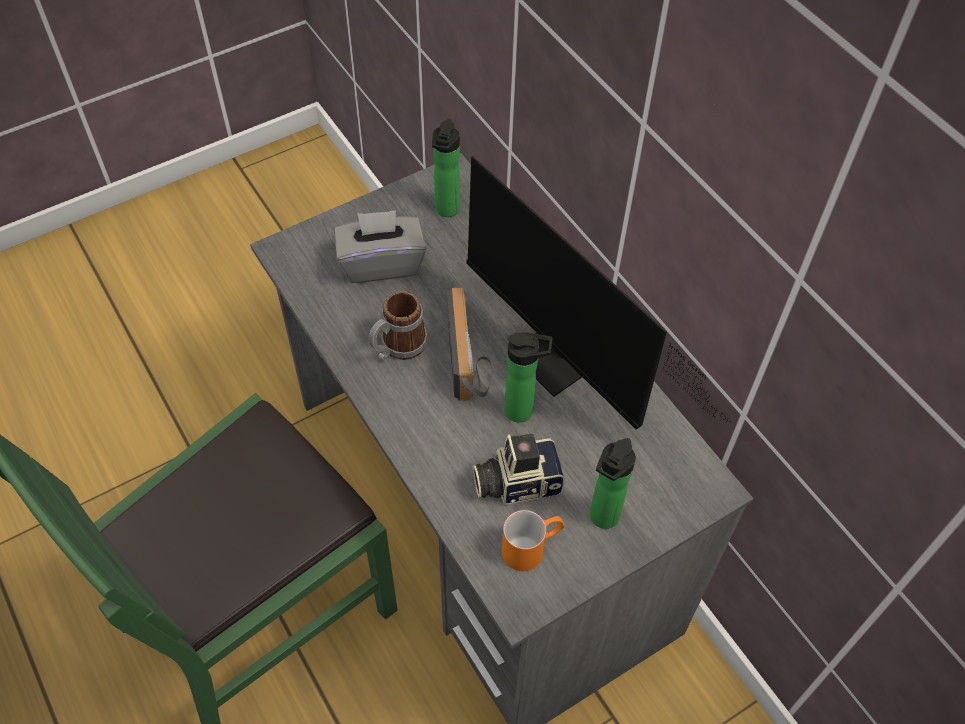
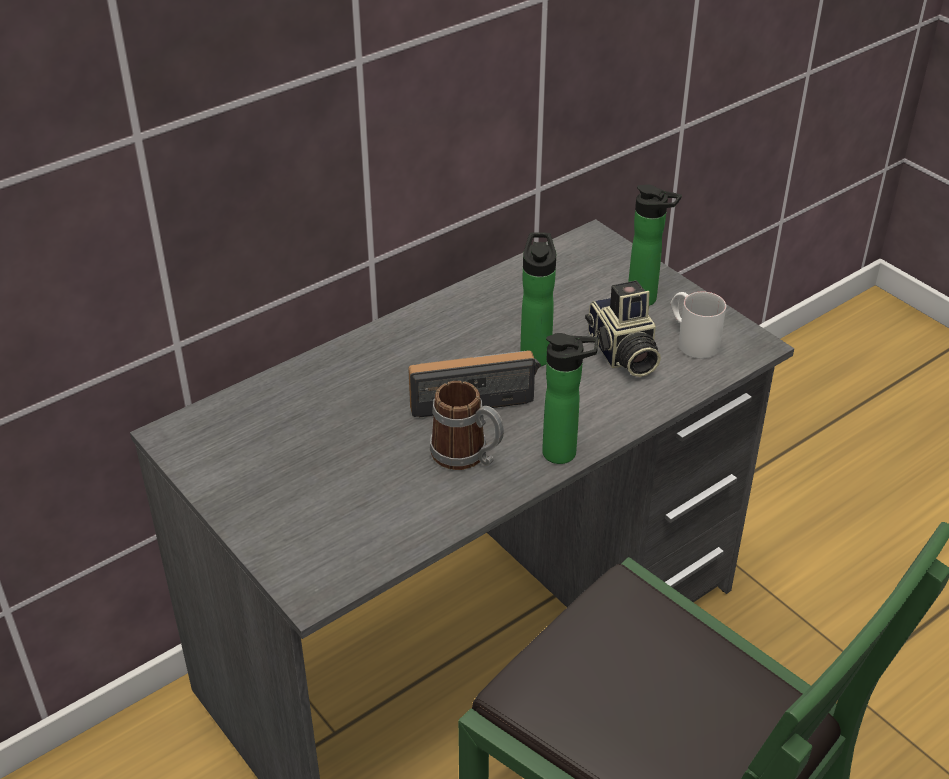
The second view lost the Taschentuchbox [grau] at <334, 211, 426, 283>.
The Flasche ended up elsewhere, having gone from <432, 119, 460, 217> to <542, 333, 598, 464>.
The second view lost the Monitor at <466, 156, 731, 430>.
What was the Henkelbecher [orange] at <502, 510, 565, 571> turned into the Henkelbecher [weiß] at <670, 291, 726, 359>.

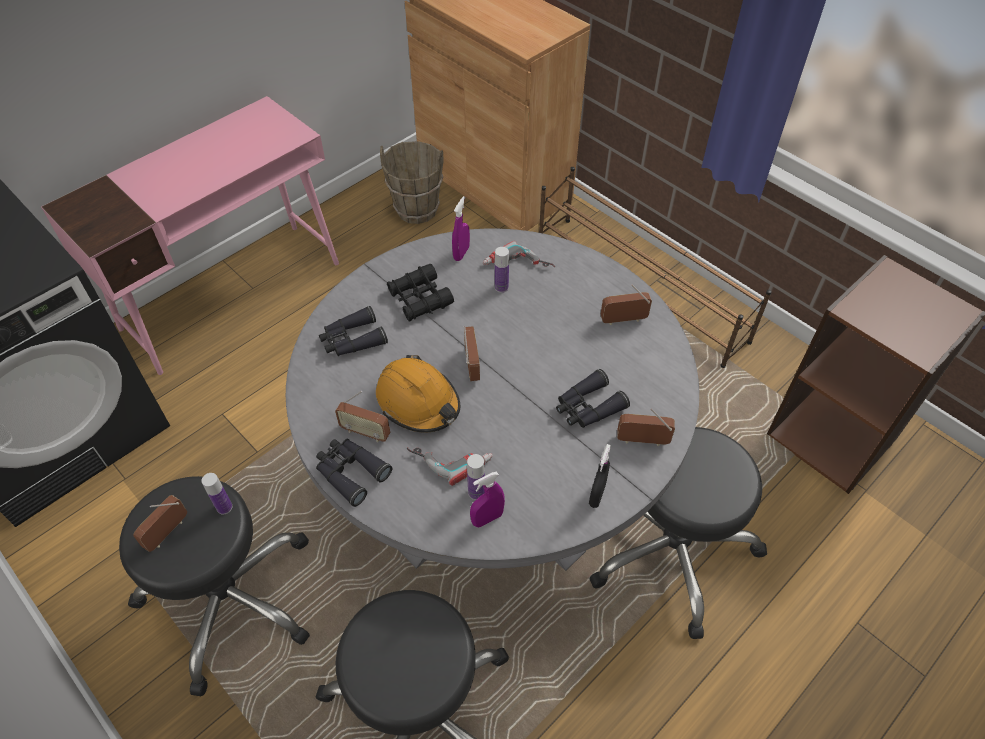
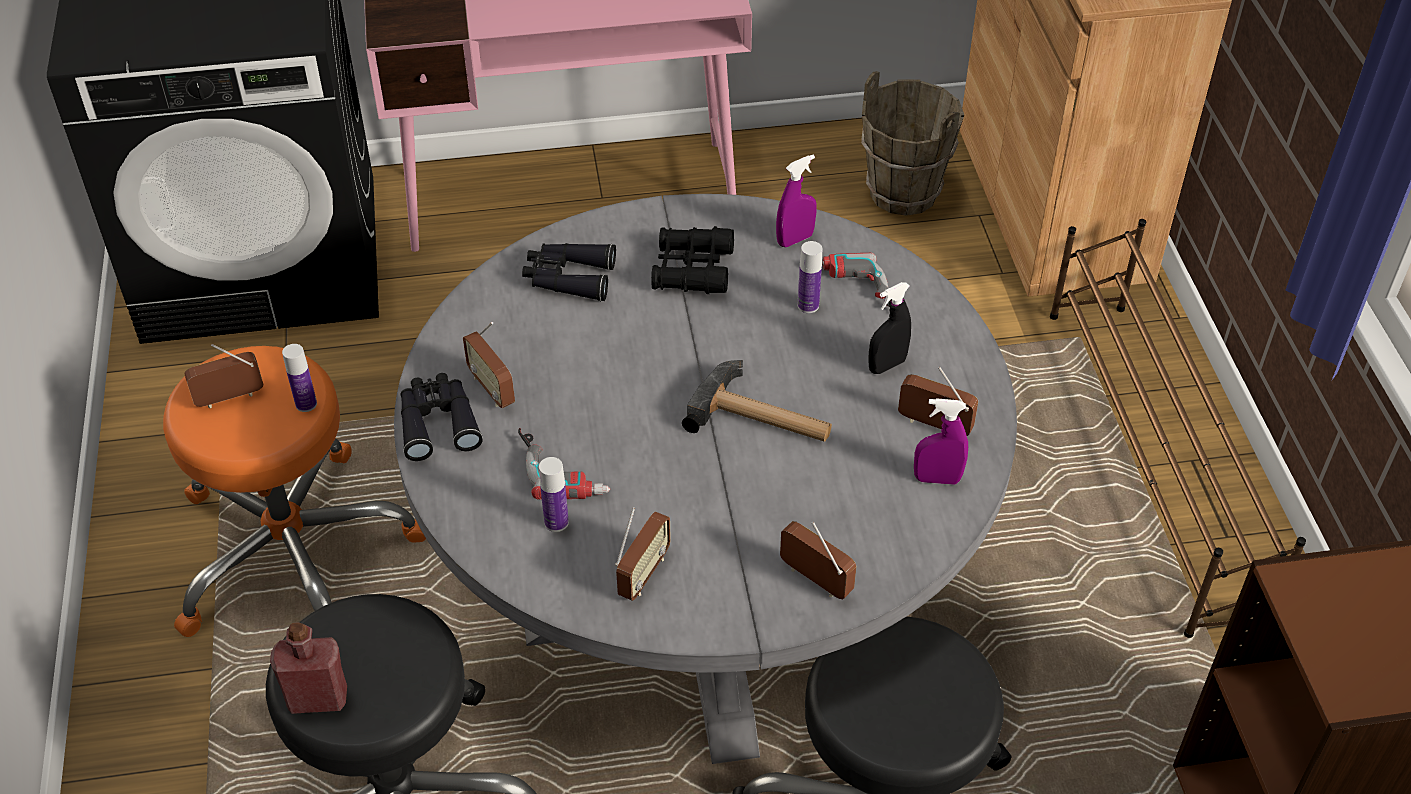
What was the Hocker [schwarz] at <119, 476, 310, 696> turned into the Hocker [orange] at <163, 346, 426, 637>.
The second view lost the Schutzhelm [orange] at <376, 355, 460, 433>.
The Radio ended up elsewhere, having gone from <464, 326, 480, 381> to <615, 507, 671, 601>.
The Sprühflasche [lila] ended up elsewhere, having gone from <470, 471, 505, 528> to <914, 398, 968, 485>.
The second view lost the Fernglas [schwarz] at <556, 369, 630, 428>.
The Sprühflasche [schwarz] ended up elsewhere, having gone from <589, 444, 611, 508> to <869, 282, 911, 374>.
The second view gained the Flasche [rot] at <270, 622, 347, 714>.
The second view gained the Hammer at <682, 360, 832, 442>.

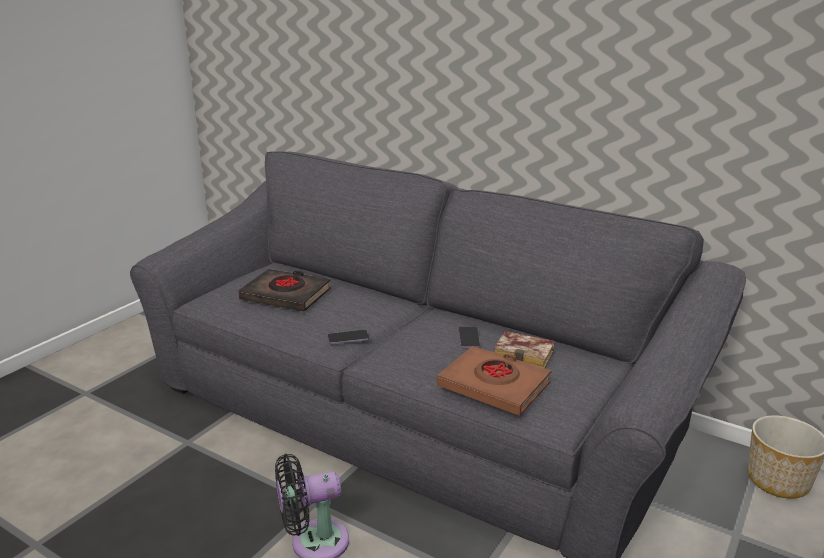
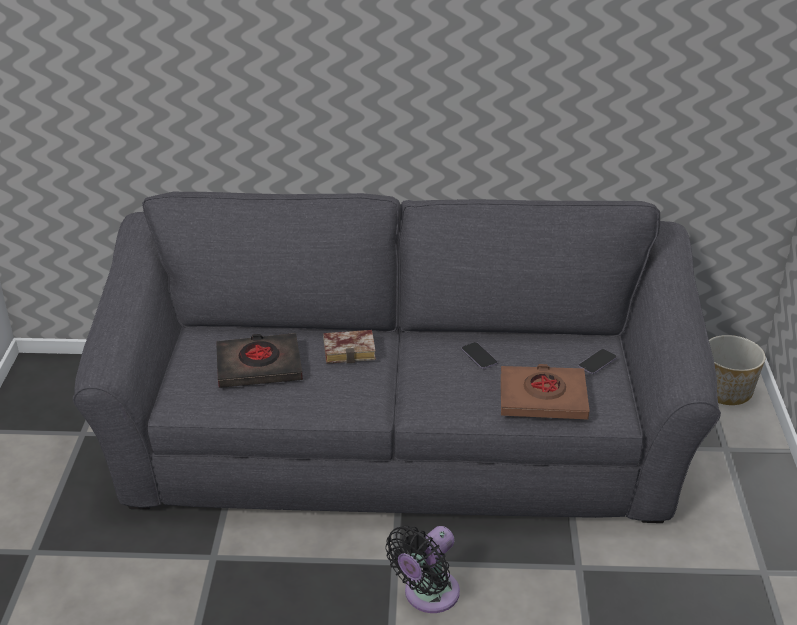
The Handy ended up elsewhere, having gone from <327, 330, 369, 344> to <578, 349, 617, 374>.
The Buch ended up elsewhere, having gone from <494, 331, 555, 368> to <323, 330, 376, 364>.

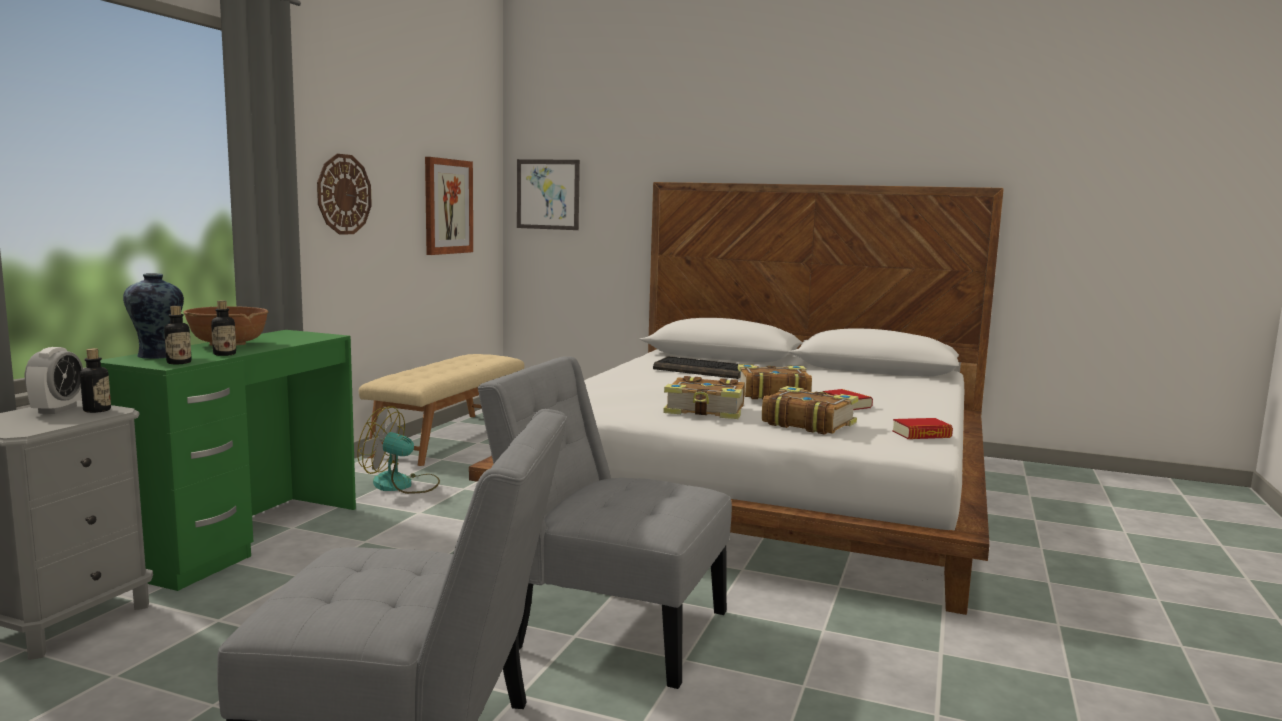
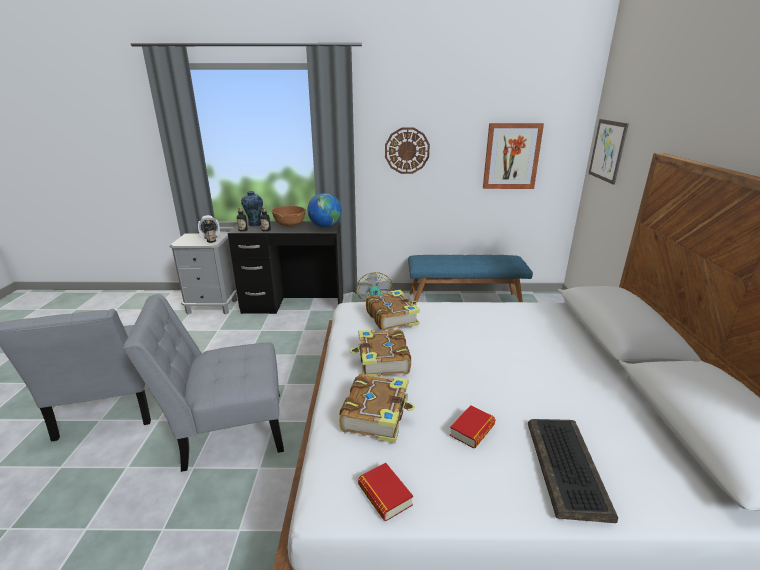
What was the Schreibtisch [grün] at <100, 330, 356, 591> turned into the Schreibtisch [schwarz] at <228, 221, 343, 314>.
What was the Bank [beige] at <359, 354, 524, 466> turned into the Bank [blau] at <408, 255, 533, 302>.
The Stuhl [grau] at <477, 356, 732, 689> ended up facing another way, 105 degrees counterclockwise from before.
The Tastatur ended up elsewhere, having gone from <653, 356, 741, 379> to <528, 419, 618, 523>.
The Buch ended up elsewhere, having gone from <738, 364, 812, 399> to <366, 290, 420, 331>.
The second view gained the Globus at <307, 193, 342, 228>.

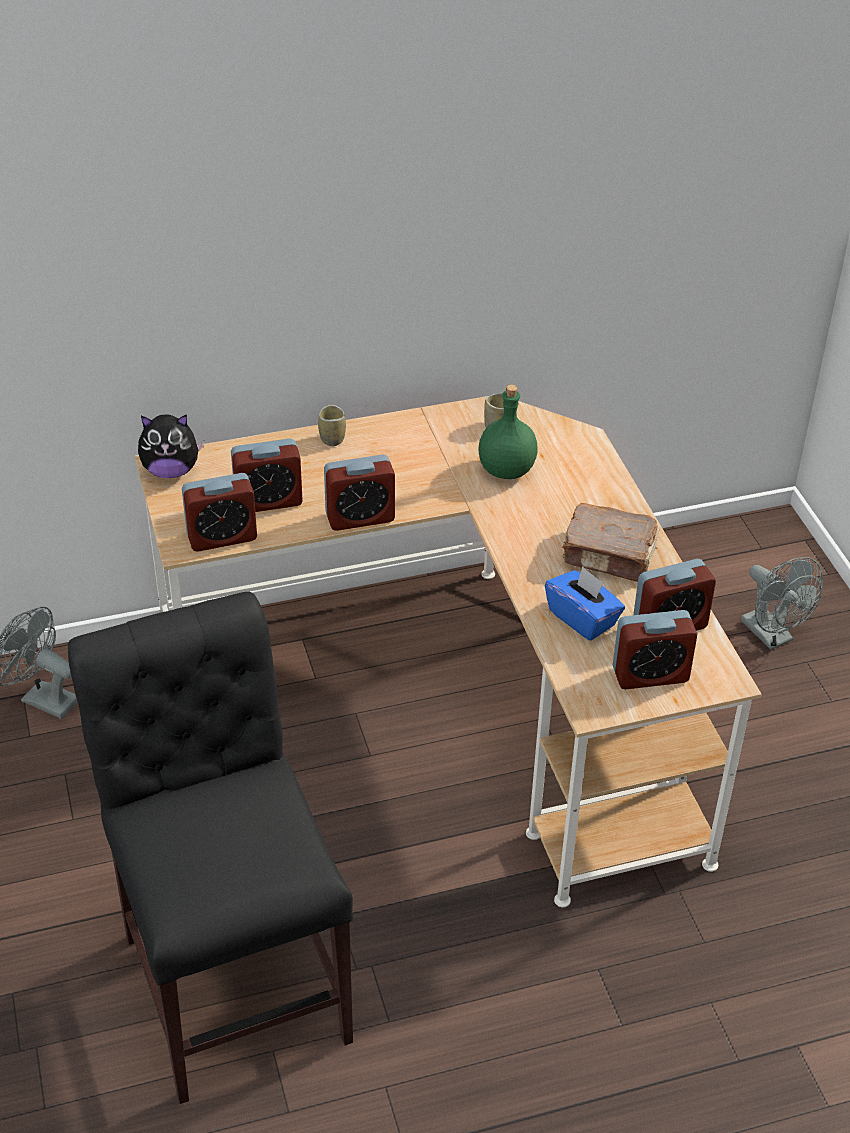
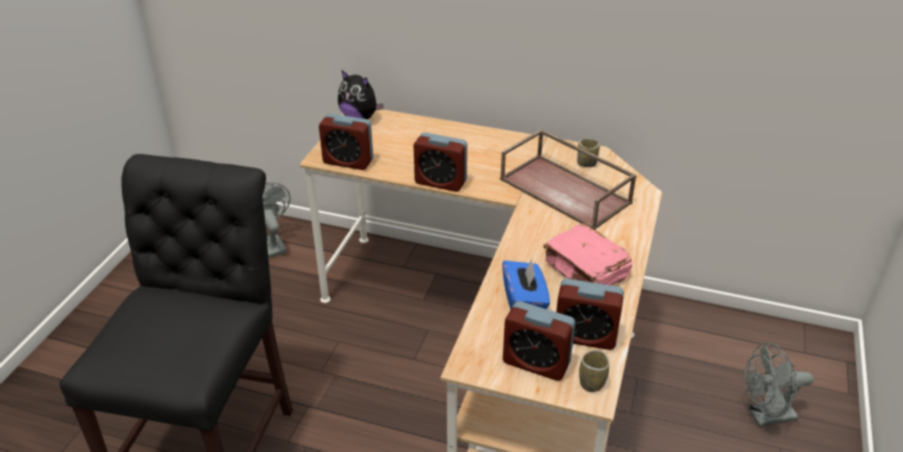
The second view lost the Wecker at <231, 439, 303, 512>.
The Tasse ended up elsewhere, having gone from <318, 405, 346, 446> to <579, 350, 609, 392>.
Where the Flasche [grün] stood at <478, 384, 538, 479>, the Tablett [braun] came to stand at <500, 129, 637, 230>.
What was the Buch [braun] at <562, 503, 660, 582> turned into the Buch [rosa] at <543, 223, 632, 286>.
The Ventilator [grau] at <741, 557, 823, 650> ended up facing another way, 75 degrees clockwise from before.

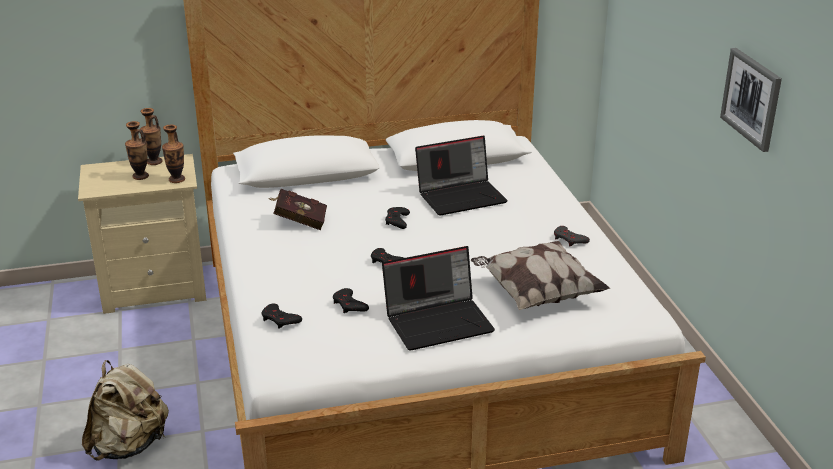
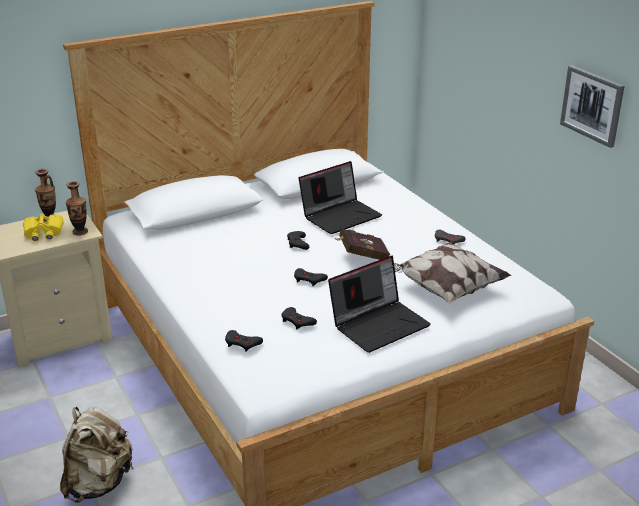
Where the Vase stood at <125, 121, 149, 180>, the Fernglas [gelb] came to stand at <23, 214, 64, 242>.
The Buch [rot] ended up elsewhere, having gone from <269, 189, 327, 230> to <336, 229, 390, 260>.

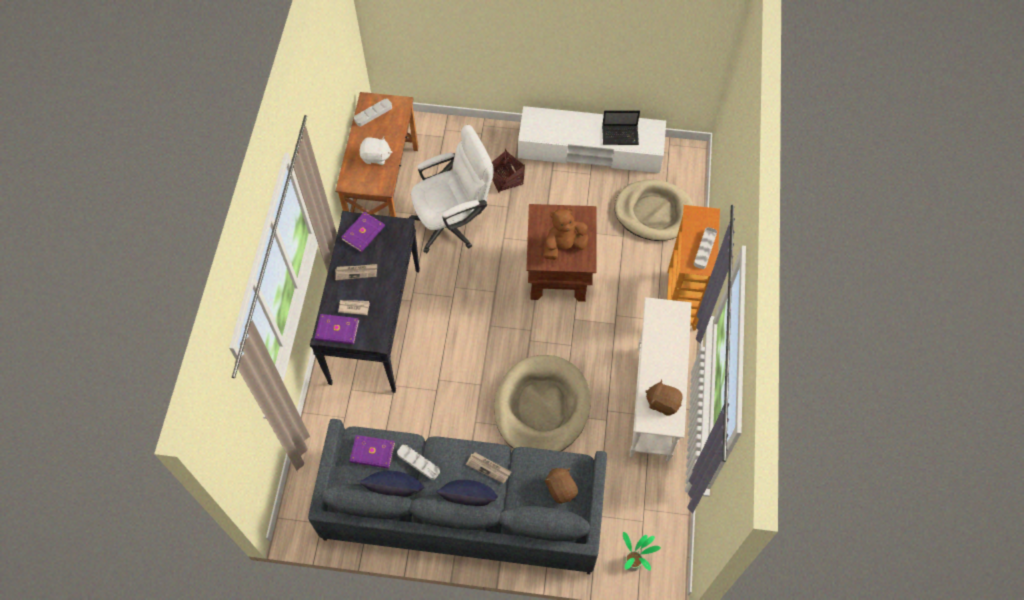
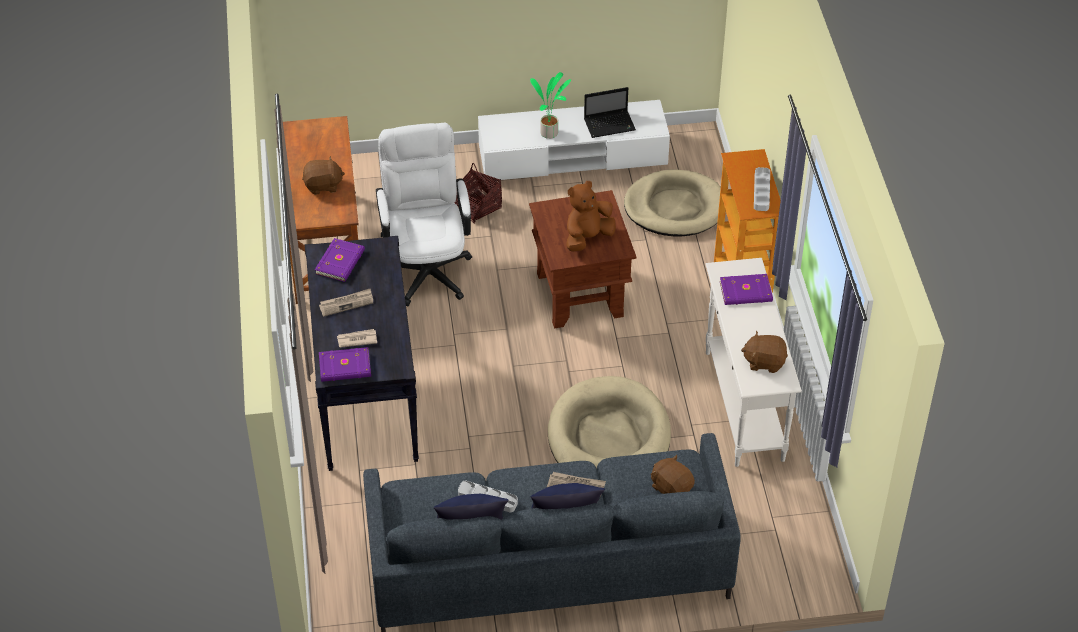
The Buch [lila] ended up elsewhere, having gone from <350, 435, 395, 469> to <720, 274, 773, 305>.
The second view lost the Tablett [grau] at <354, 99, 392, 126>.
What was the Plüschtier [weiß] at <360, 137, 392, 165> turned into the Plüschtier [braun] at <302, 156, 345, 195>.
The Bürostuhl [weiß] at <409, 125, 493, 253> ended up facing another way, 60 degrees counterclockwise from before.
The Topfpflanze ended up elsewhere, having gone from <623, 532, 661, 571> to <530, 72, 571, 139>.

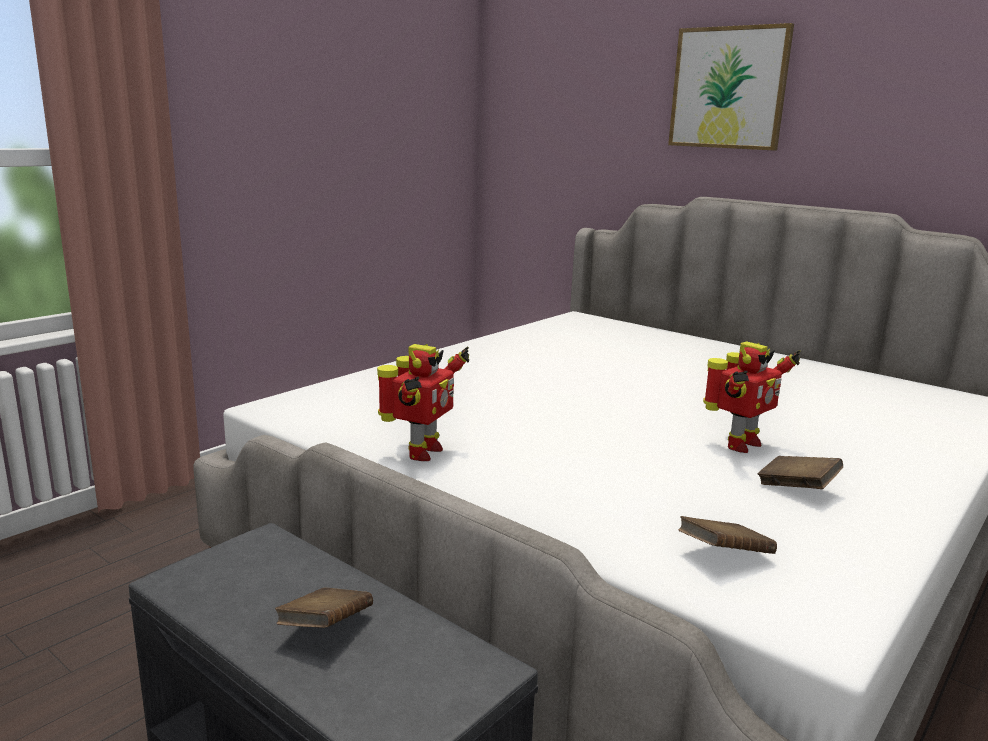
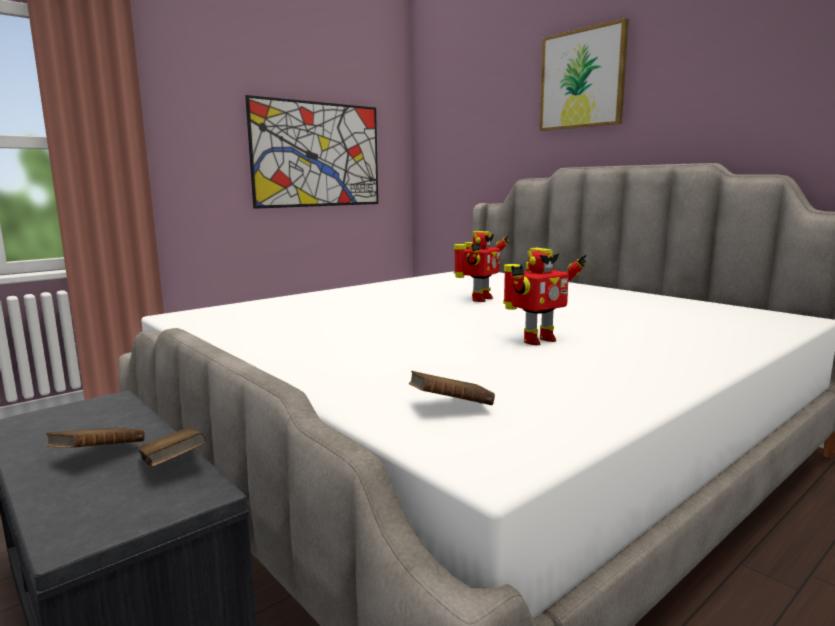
The Spielzeugroboter ended up elsewhere, having gone from <377, 344, 469, 461> to <454, 231, 509, 302>.
The Buch [braun] ended up elsewhere, having gone from <758, 456, 843, 489> to <137, 428, 206, 467>.
The second view gained the Bild at <245, 95, 378, 209>.

